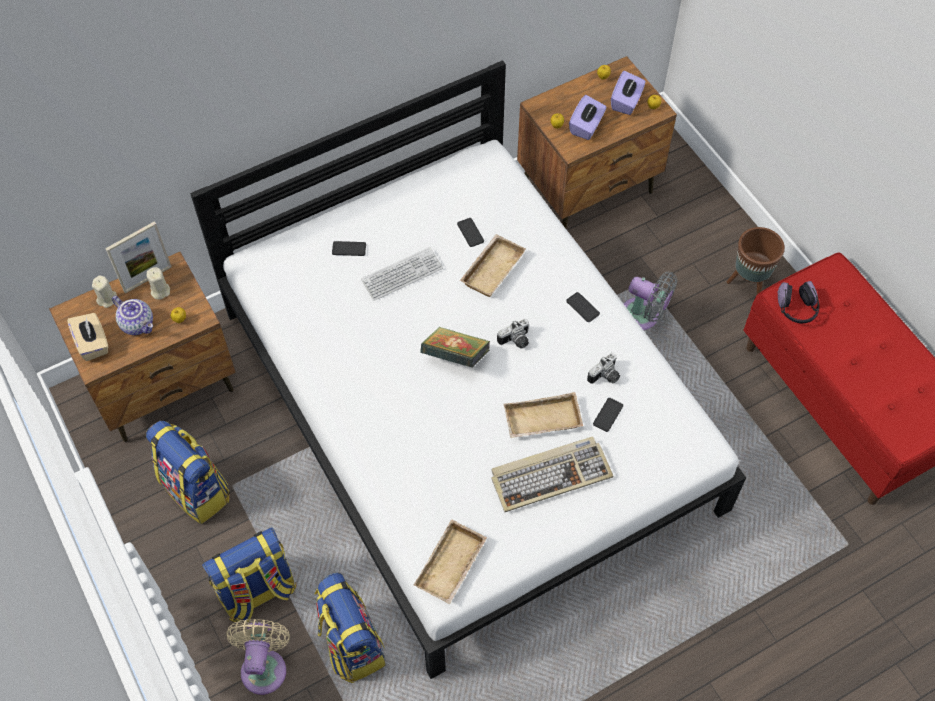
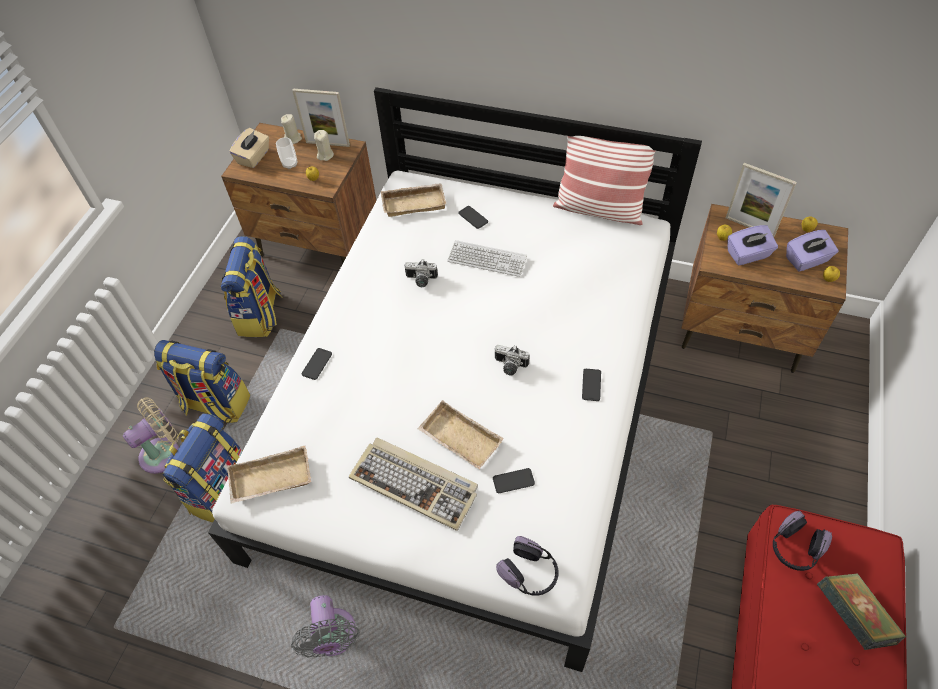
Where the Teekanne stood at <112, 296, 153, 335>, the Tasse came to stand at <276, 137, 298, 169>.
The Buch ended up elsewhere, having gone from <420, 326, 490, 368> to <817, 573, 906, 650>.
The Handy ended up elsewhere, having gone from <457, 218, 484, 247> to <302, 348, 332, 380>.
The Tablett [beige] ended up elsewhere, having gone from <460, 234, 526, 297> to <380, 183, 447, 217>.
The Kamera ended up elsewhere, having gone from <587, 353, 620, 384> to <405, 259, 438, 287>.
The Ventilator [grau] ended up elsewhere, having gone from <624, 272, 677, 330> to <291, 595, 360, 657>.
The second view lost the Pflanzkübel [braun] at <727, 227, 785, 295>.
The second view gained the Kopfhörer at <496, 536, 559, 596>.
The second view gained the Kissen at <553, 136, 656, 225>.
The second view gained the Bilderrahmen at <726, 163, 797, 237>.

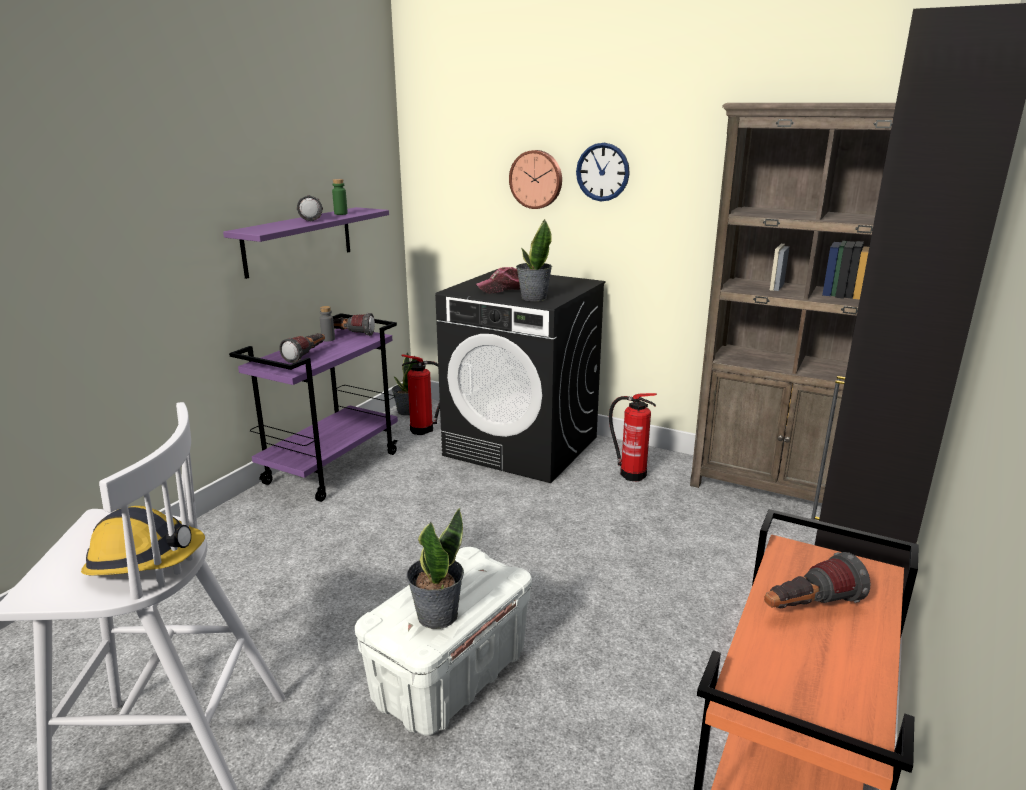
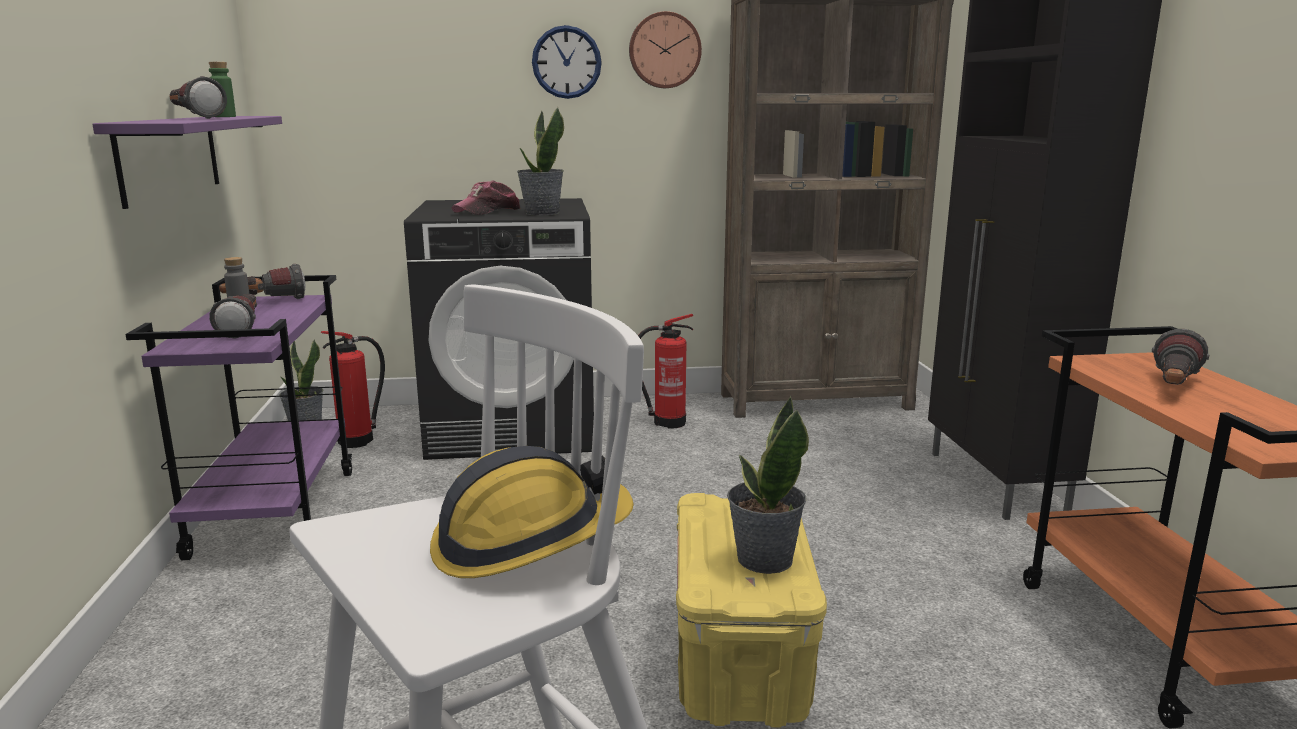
What was the Aufbewahrungsbox [weiß] at <355, 547, 532, 736> turned into the Aufbewahrungsbox [gelb] at <676, 493, 827, 728>.
The Wanduhr ended up elsewhere, having gone from <509, 150, 562, 209> to <629, 11, 702, 88>.

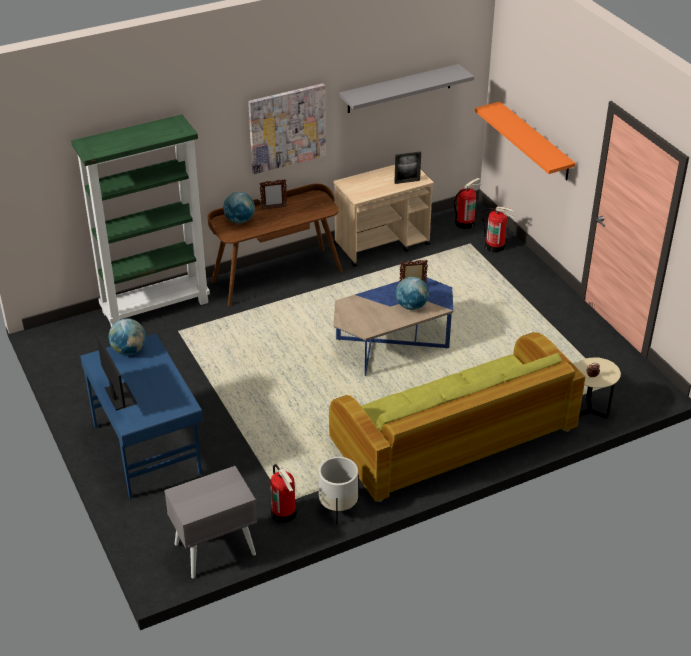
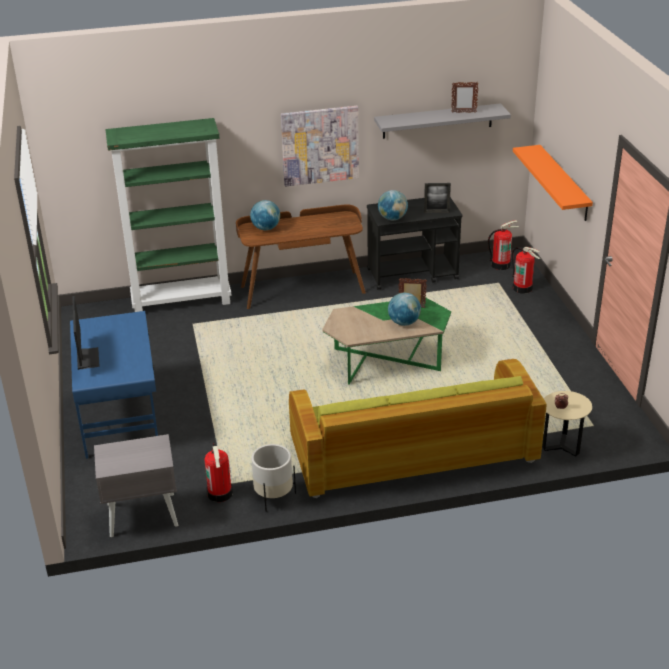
The Globus ended up elsewhere, having gone from <109, 319, 146, 355> to <378, 190, 408, 220>.
The Bilderrahmen ended up elsewhere, having gone from <259, 179, 287, 210> to <451, 82, 479, 113>.
What was the Couchtisch [blau] at <333, 277, 453, 376> turned into the Couchtisch [grün] at <322, 297, 451, 385>.
What was the Rollwagen [beige] at <334, 165, 434, 267> turned into the Rollwagen [schwarz] at <367, 197, 462, 290>.

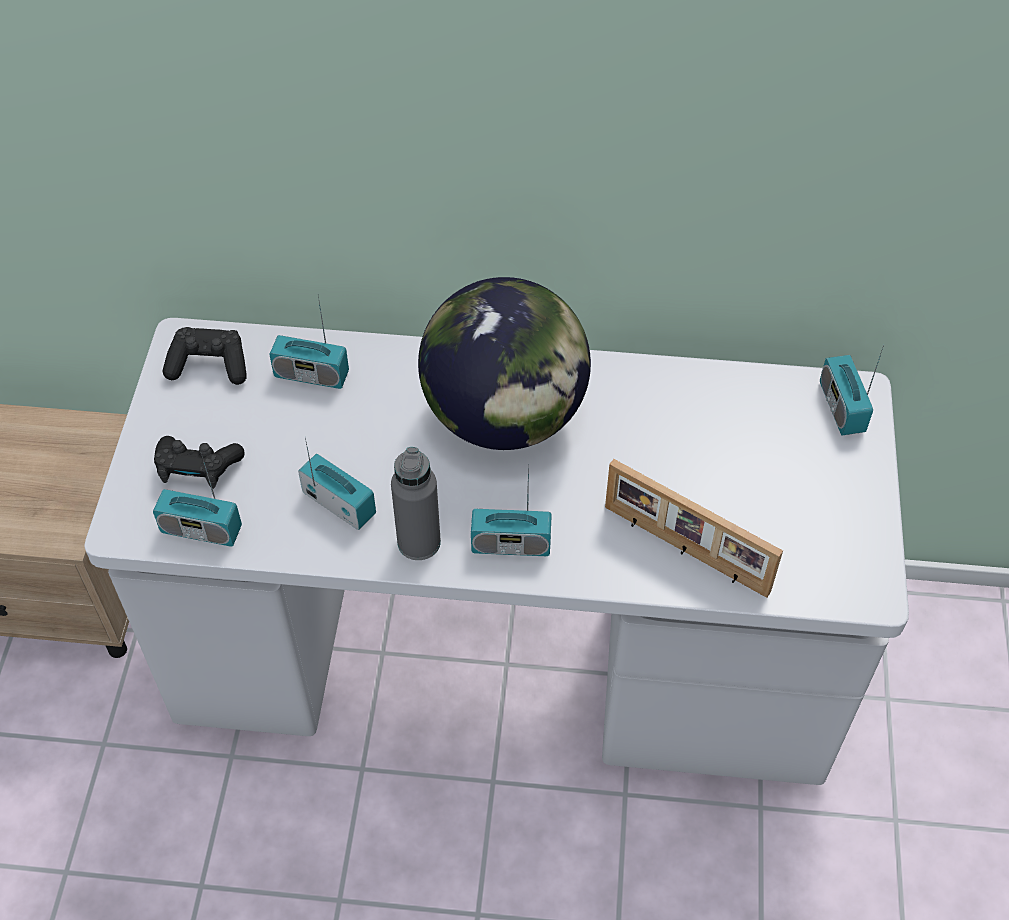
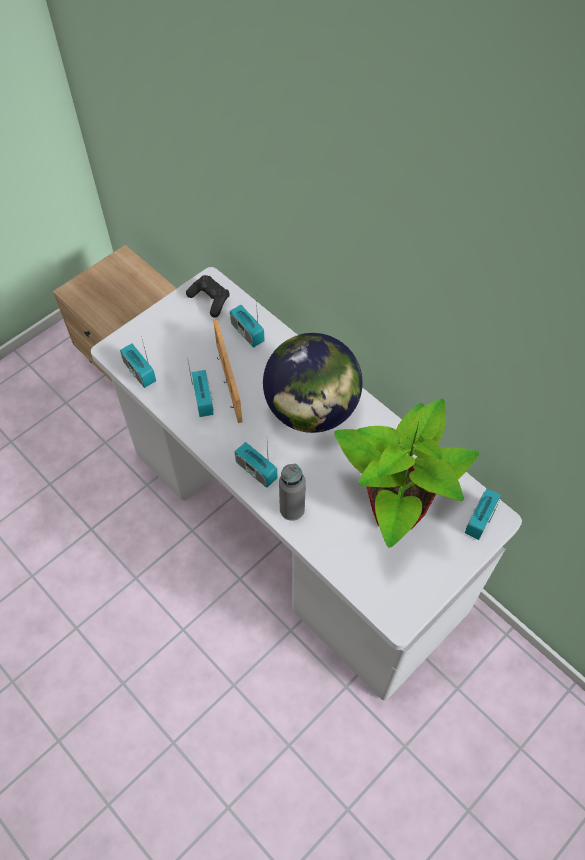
The second view lost the Gamepad [schwarz] at <154, 436, 245, 489>.
The Flasche [grau] ended up elsewhere, having gone from <391, 447, 441, 560> to <279, 463, 306, 521>.
The Bilderrahmen ended up elsewhere, having gone from <605, 459, 783, 598> to <213, 320, 243, 423>.
The second view gained the Topfpflanze at <334, 399, 479, 548>.

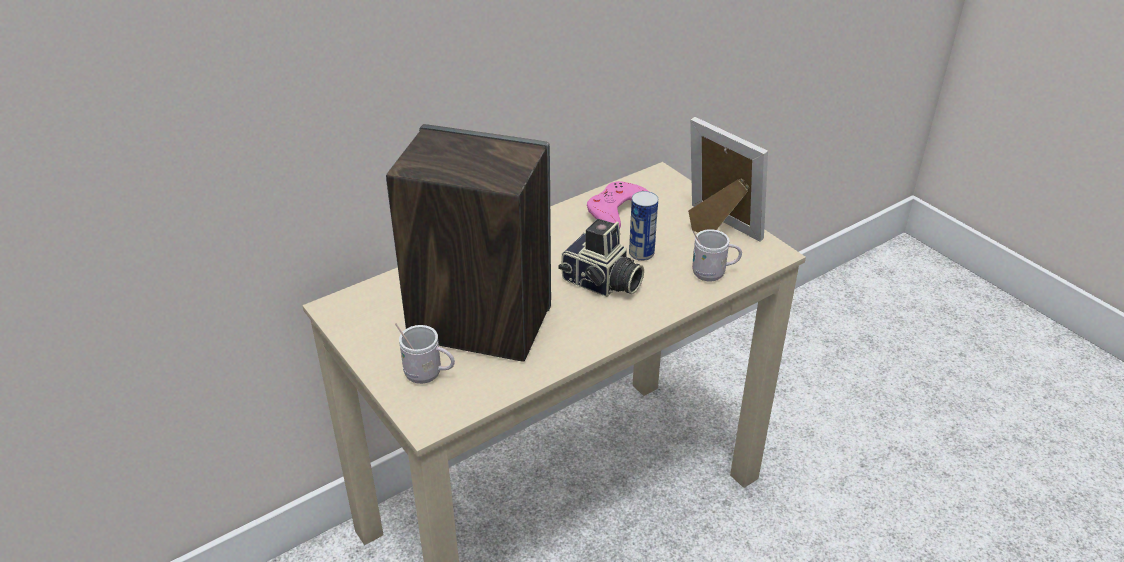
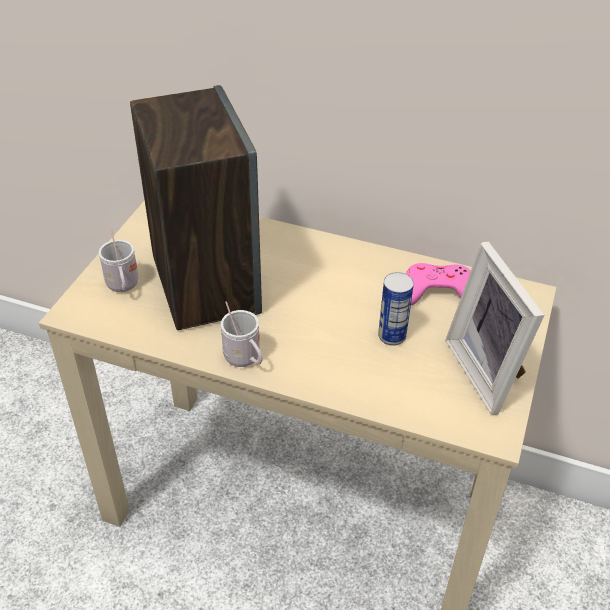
The second view lost the Kamera at <558, 219, 644, 297>.
The Bilderrahmen at <688, 117, 768, 242> ended up facing another way, 150 degrees clockwise from before.
The Henkelbecher [weiß] ended up elsewhere, having gone from <692, 229, 742, 282> to <221, 301, 263, 367>.

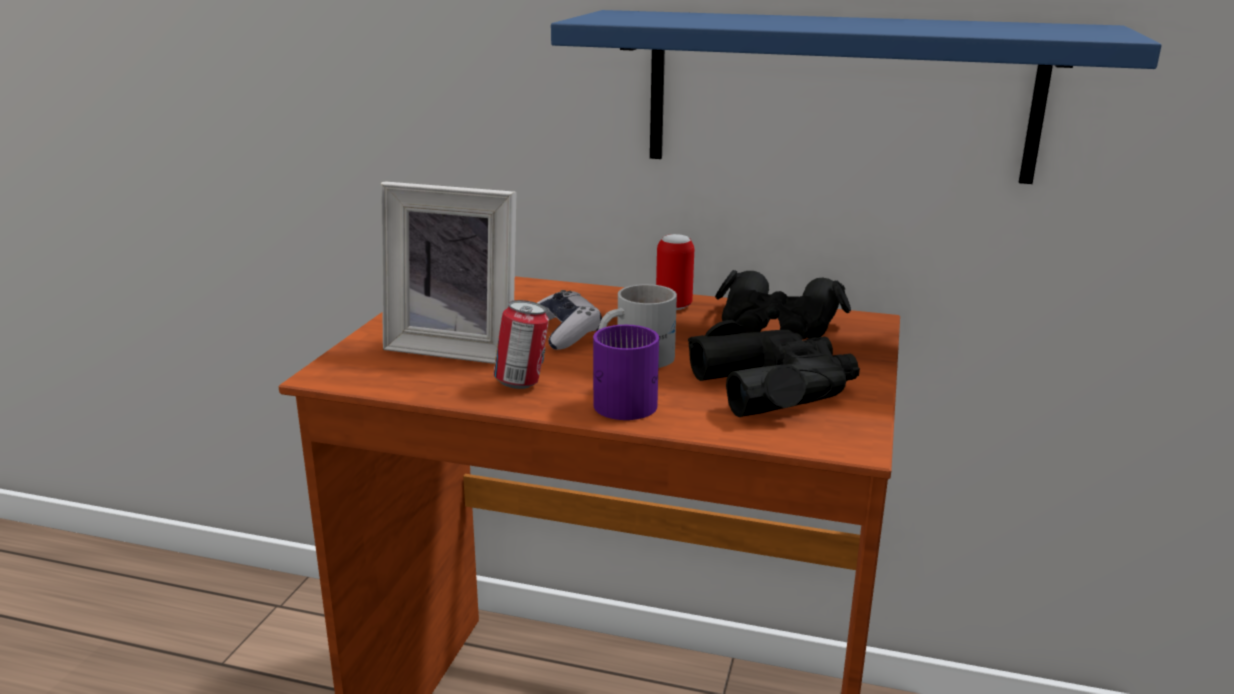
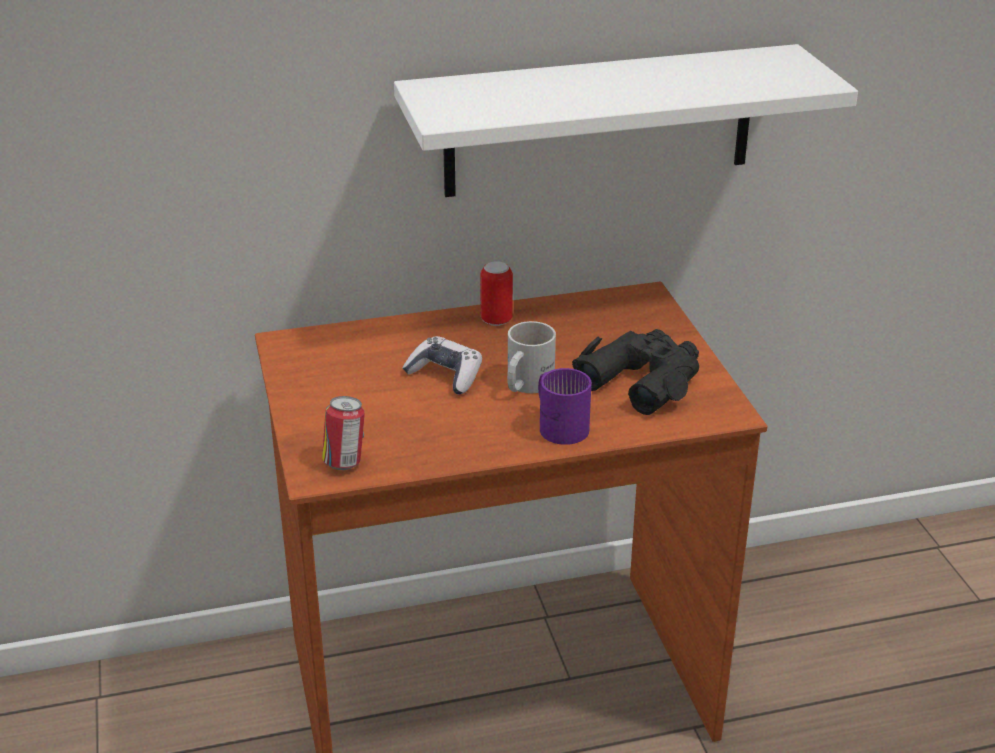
The second view lost the Bilderrahmen at <381, 182, 516, 364>.
The Dose ended up elsewhere, having gone from <493, 300, 549, 389> to <322, 396, 365, 470>.
What was the Wandregal [blau] at <551, 10, 1162, 184> turned into the Wandregal [weiß] at <394, 44, 858, 197>.
The second view lost the Fernglas [schwarz] at <715, 270, 851, 339>.

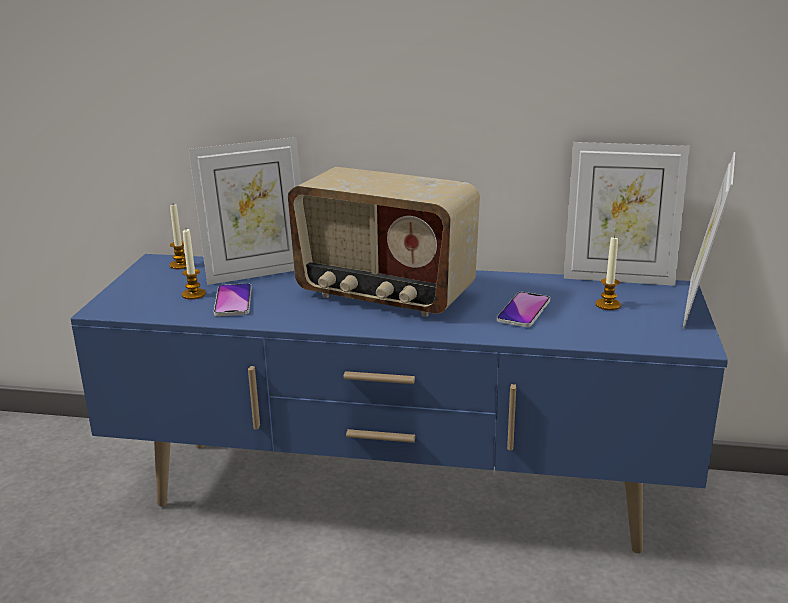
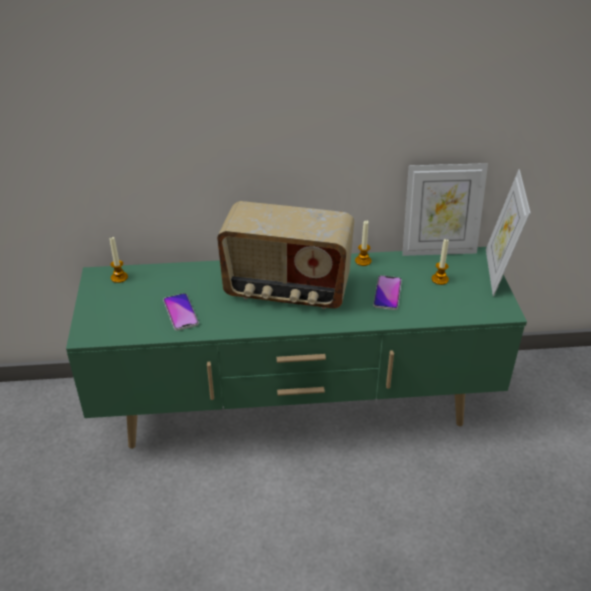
What was the Fernsehschrank [blau] at <70, 254, 728, 553> turned into the Fernsehschrank [grün] at <66, 247, 527, 449>.
The Kerze ended up elsewhere, having gone from <182, 229, 206, 300> to <355, 221, 372, 266>.
The second view lost the Bilderrahmen at <188, 137, 301, 285>.

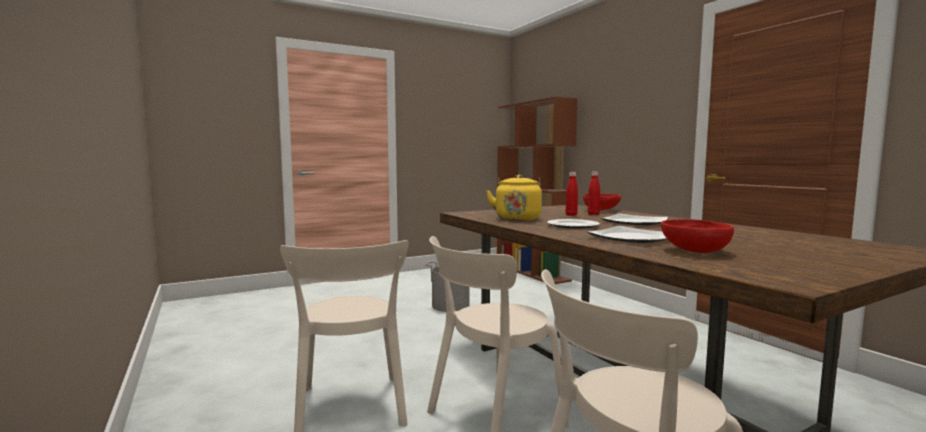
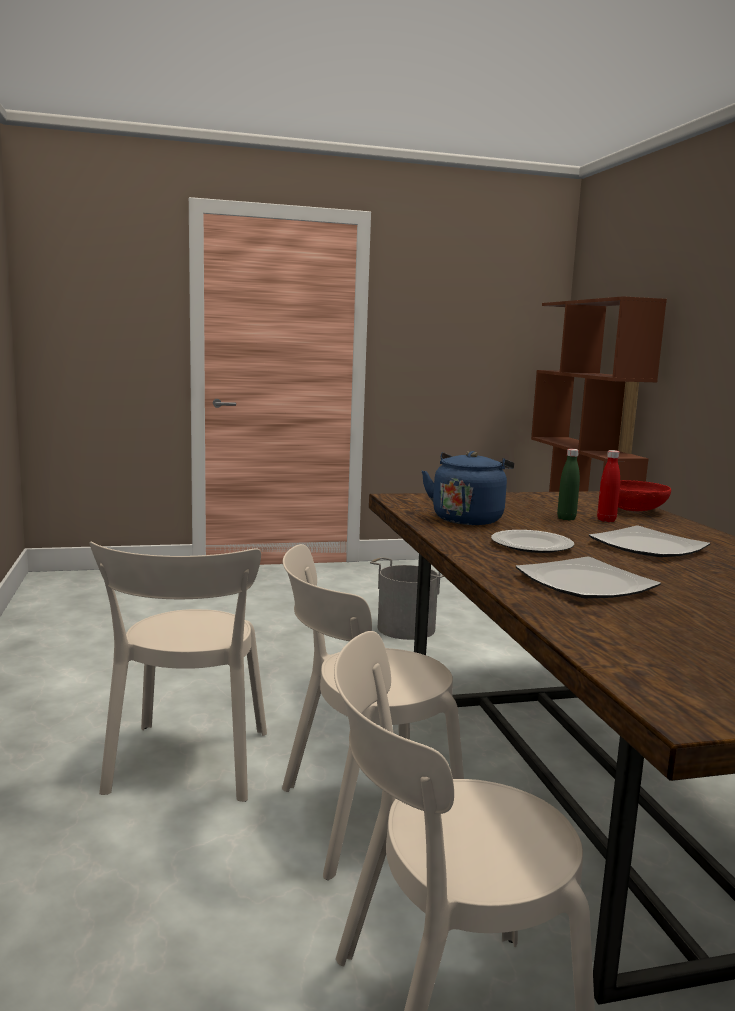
What was the Wasserkessel [gelb] at <486, 174, 542, 221> turned into the Wasserkessel [blau] at <422, 451, 514, 525>.
What was the Flasche [rot] at <566, 172, 578, 216> turned into the Flasche [grün] at <557, 449, 580, 521>.
The second view lost the Schüssel [rot] at <661, 219, 734, 253>.

